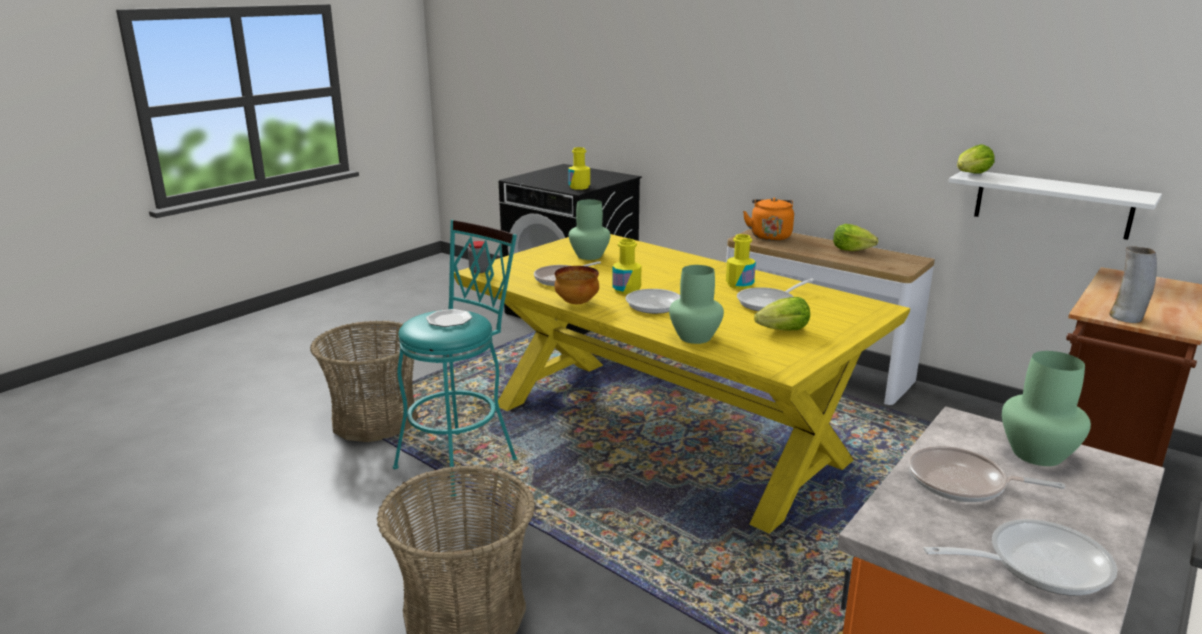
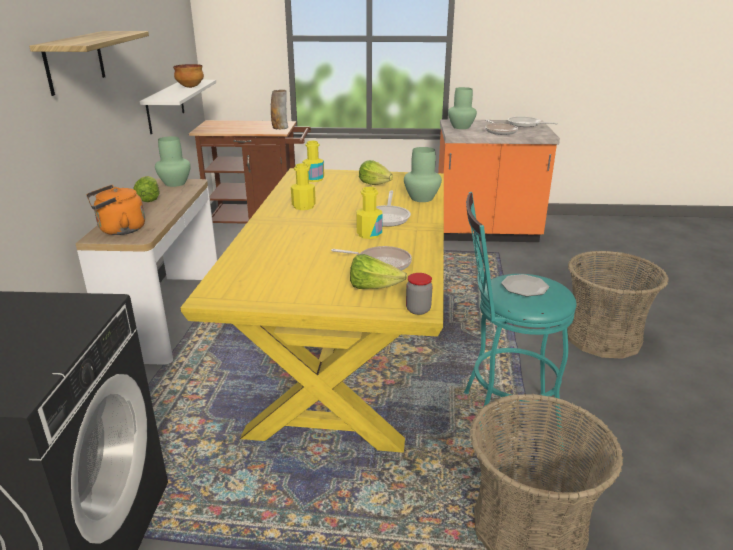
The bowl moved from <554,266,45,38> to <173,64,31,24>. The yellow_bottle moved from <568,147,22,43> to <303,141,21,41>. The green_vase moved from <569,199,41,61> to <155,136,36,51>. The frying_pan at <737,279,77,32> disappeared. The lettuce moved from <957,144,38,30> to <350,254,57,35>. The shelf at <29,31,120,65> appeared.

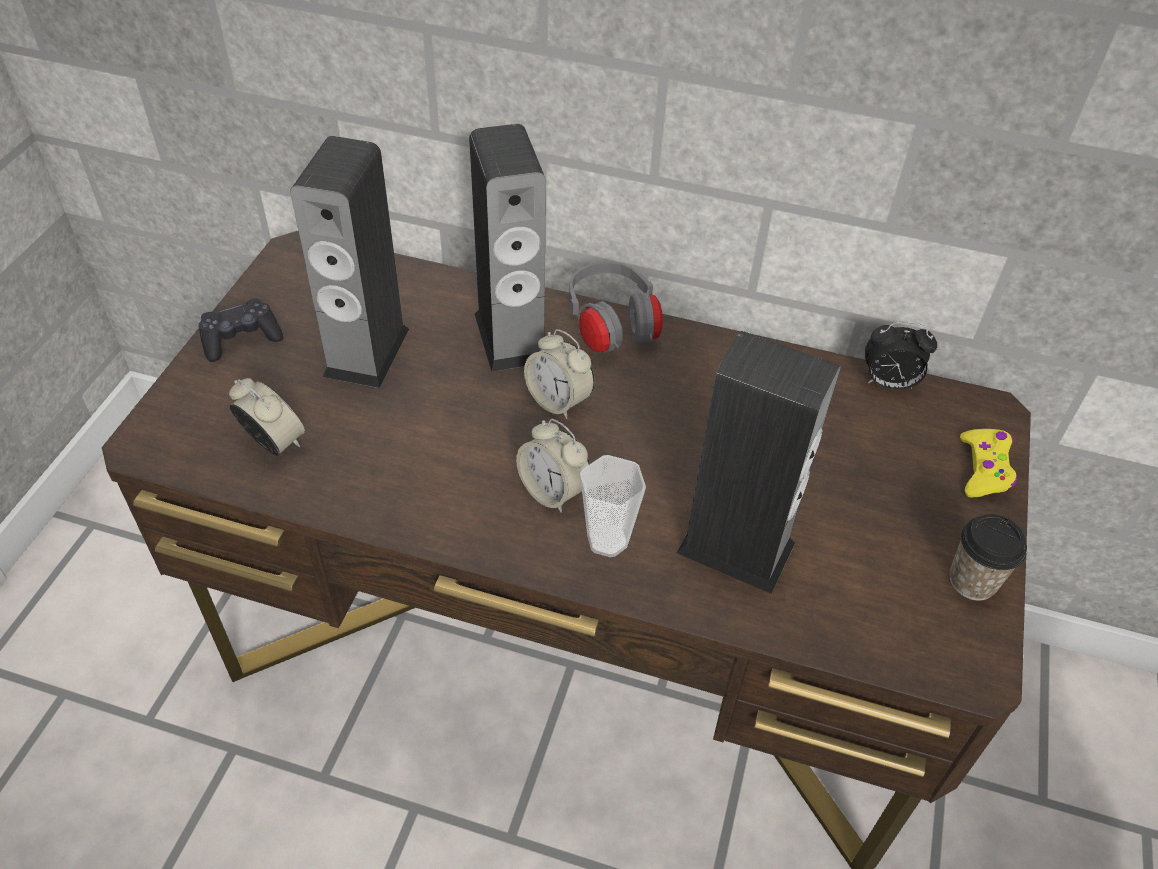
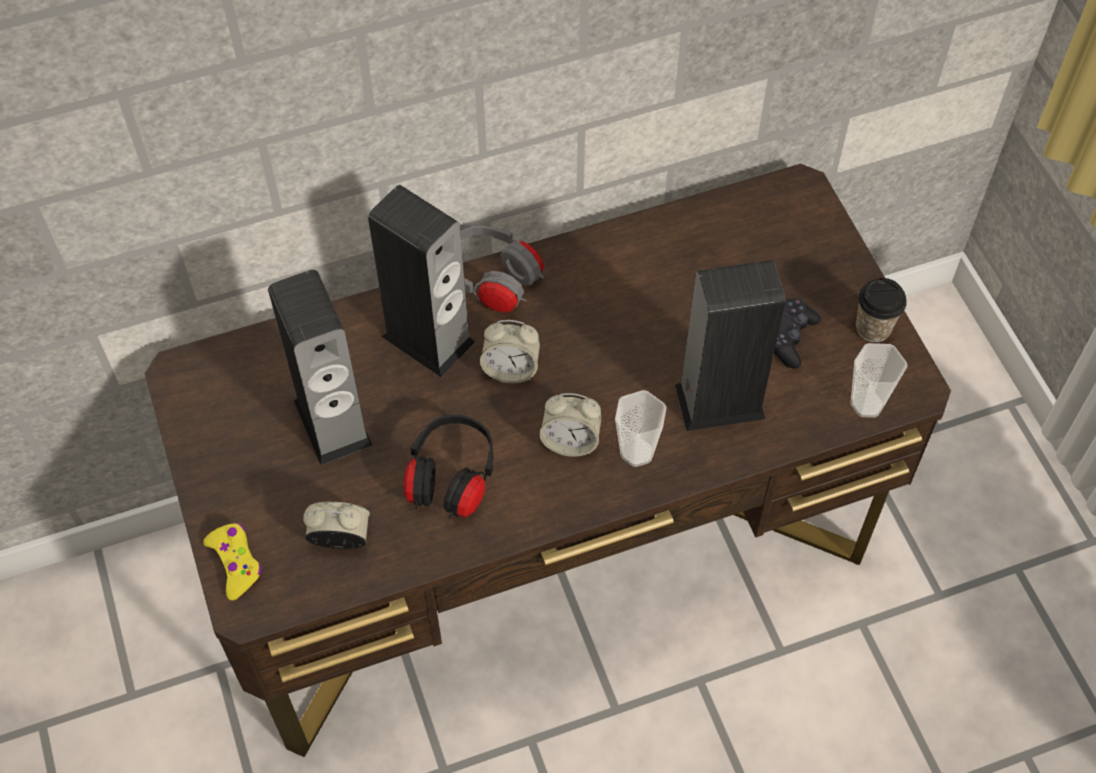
The black_game_controller moved from <198,298,85,64> to <774,298,47,71>. The alarm_clock at <865,322,72,68> disappeared. The yellow_game_controller moved from <960,429,57,69> to <203,523,59,77>. The black_headphones at <403,415,90,103> appeared. The cup at <851,343,56,75> appeared.

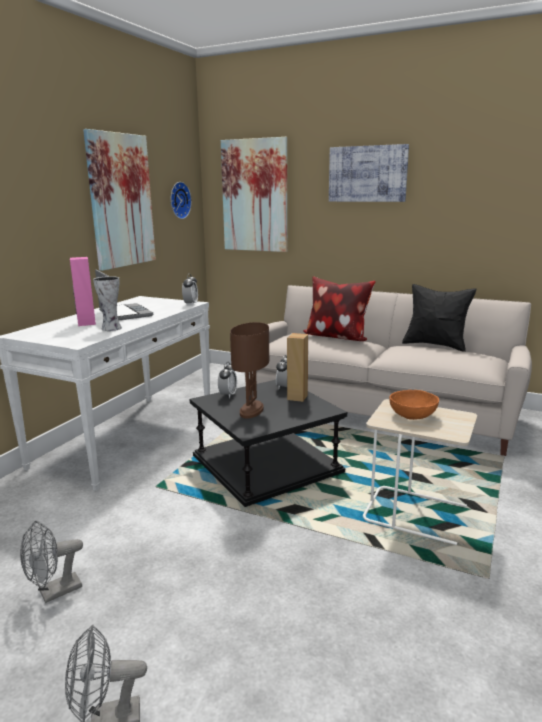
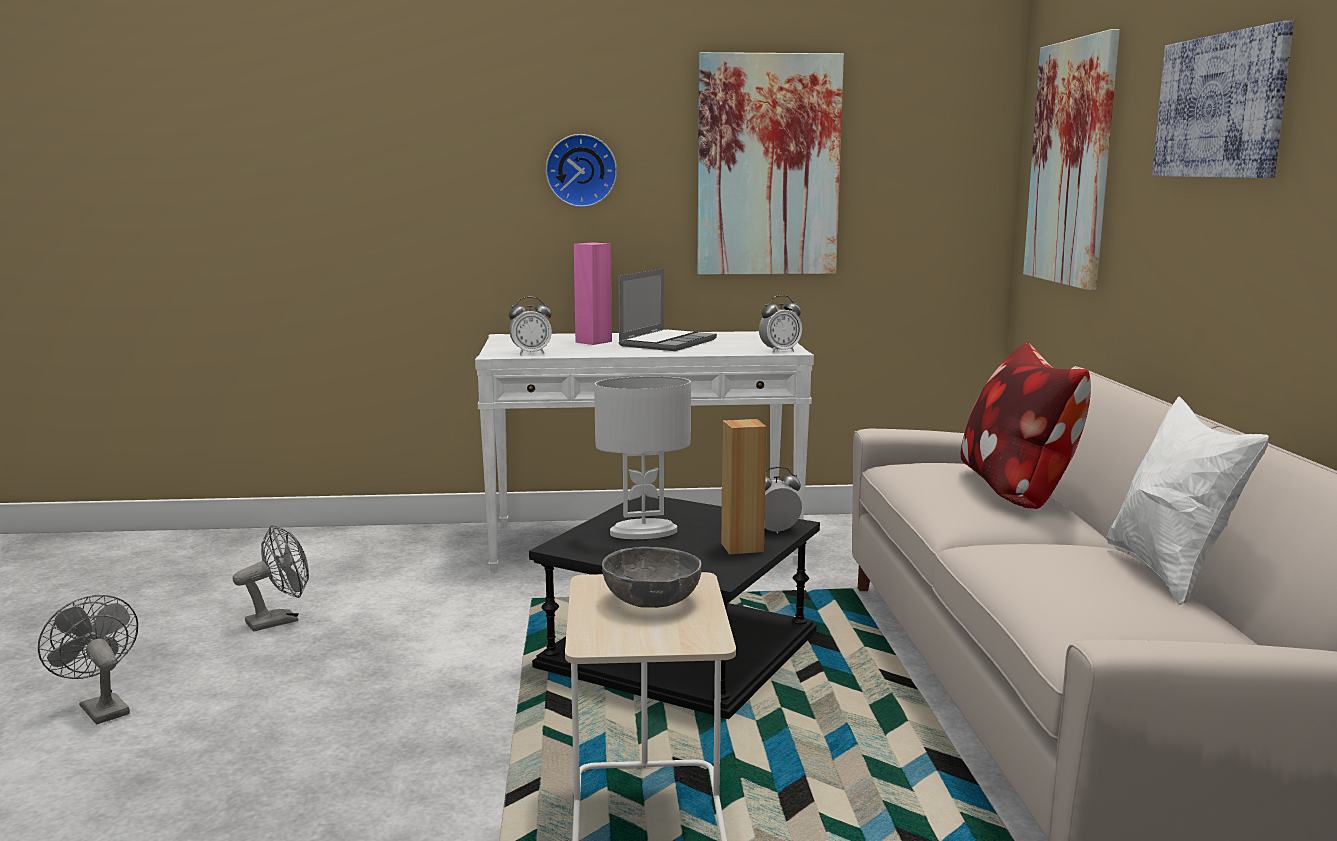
The grey_fan at <20,521,63,82> turned 120 degrees clockwise. The vase at <93,276,29,55> disappeared. The wall_clock moved from <171,182,21,37> to <545,134,72,73>. The alarm_clock moved from <218,362,19,36> to <509,297,43,58>. The brown_table_lamp at <230,322,39,97> became the white_table_lamp at <594,376,97,163>. The orange_bowl at <389,390,50,30> became the grey_bowl at <602,547,99,61>. The black_pillow at <402,284,74,68> became the white_pillow at <1107,397,162,209>.

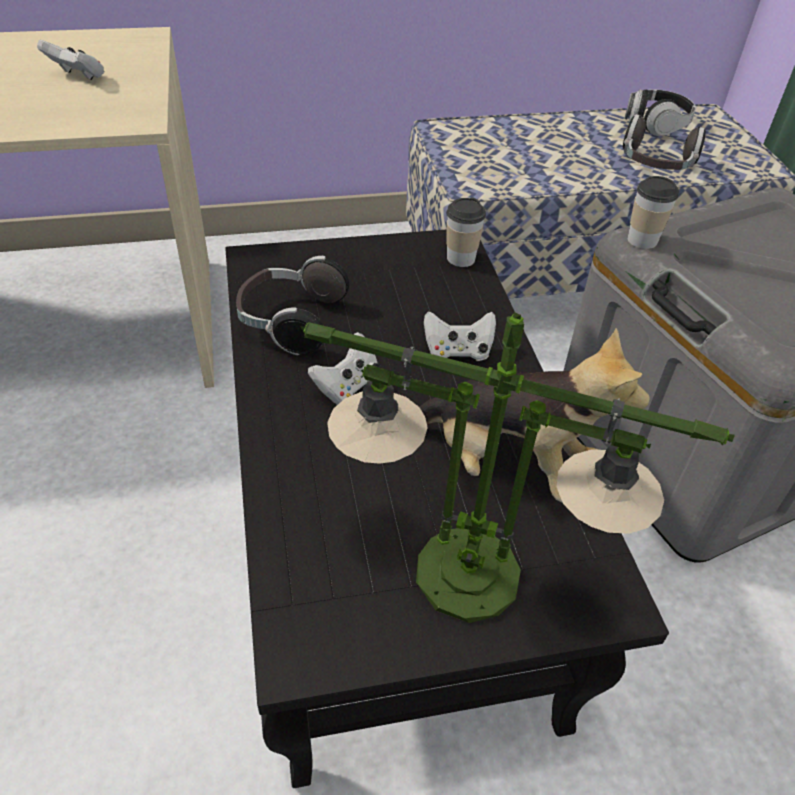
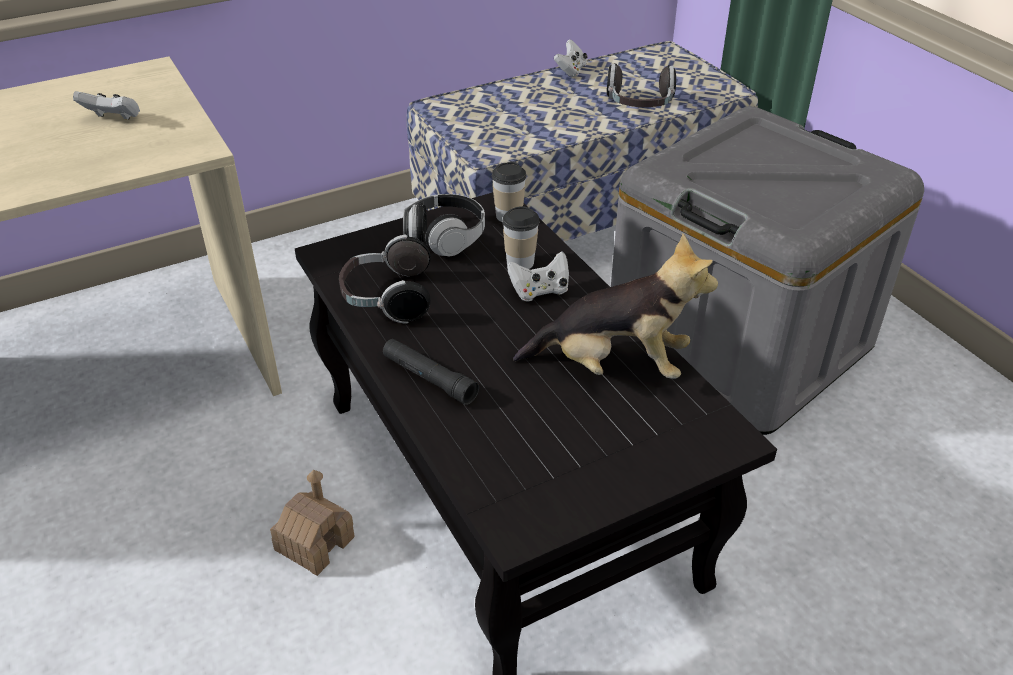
The table_lamp at <300,312,435,311> disappeared. The white_game_controller moved from <308,332,73,73> to <554,39,34,38>. The headphones moved from <624,90,72,46> to <403,194,82,62>. The cup moved from <628,176,51,73> to <502,206,37,63>. The toy_house at <270,470,85,106> appeared. The black_flashlight at <383,339,96,66> appeared.

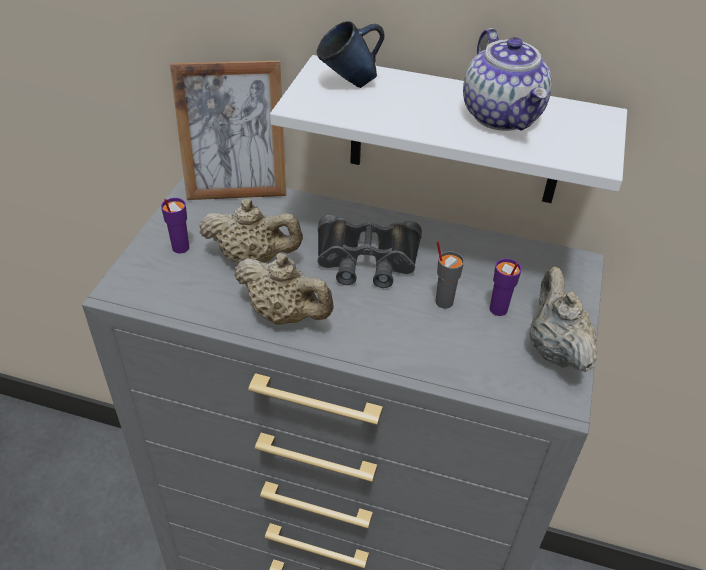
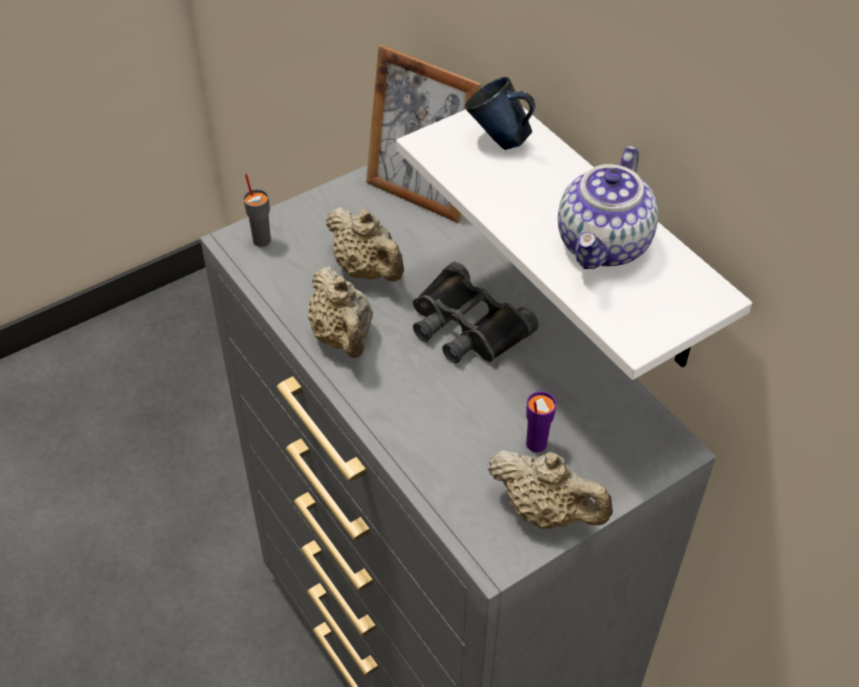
The purple_cup at <161,198,28,56> disappeared. The grey_cup moved from <435,241,29,68> to <243,174,28,73>. The beige_teapot at <530,267,68,105> turned 90 degrees clockwise.

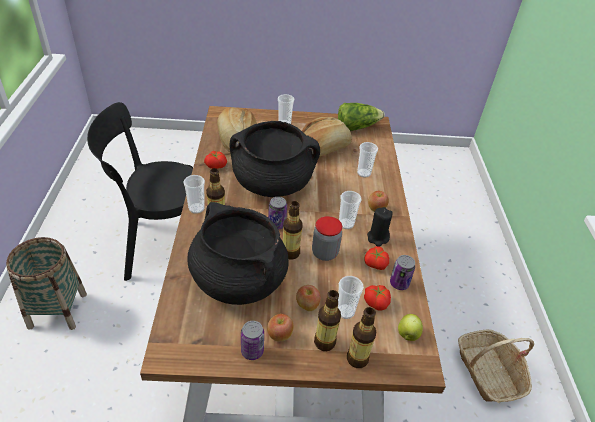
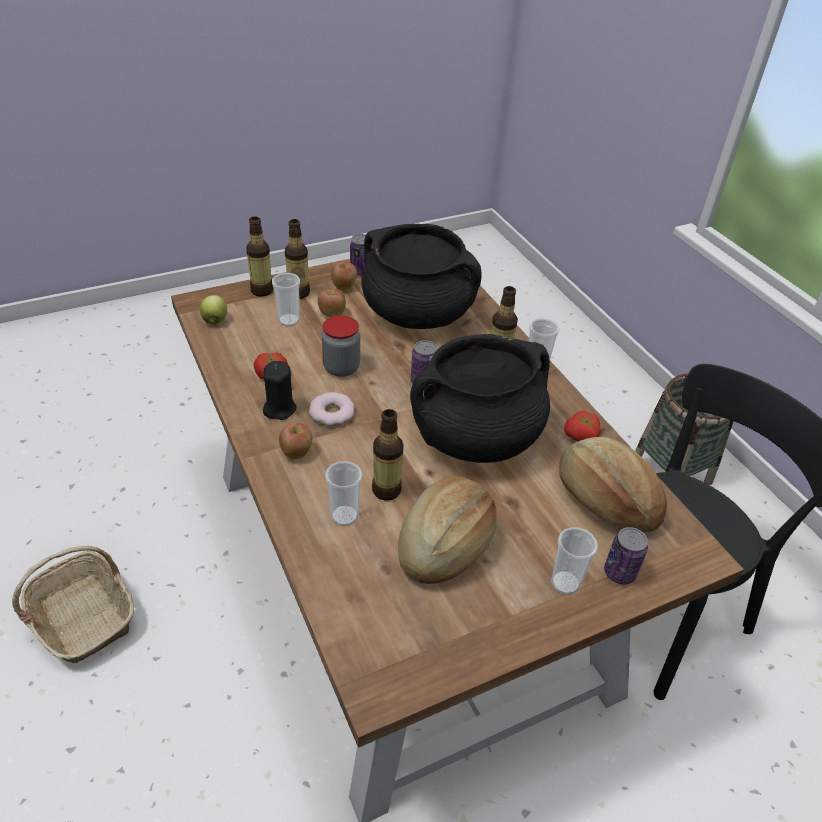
The bottle moved from <283,201,20,59> to <372,409,32,92>. The lettuce at <338,103,47,28> disappeared. The cup at <339,191,23,38> was replaced by the donut at <309,392,45,34>. The tomato at <364,285,27,26> disappeared. The can moved from <390,255,25,35> to <604,527,44,58>.

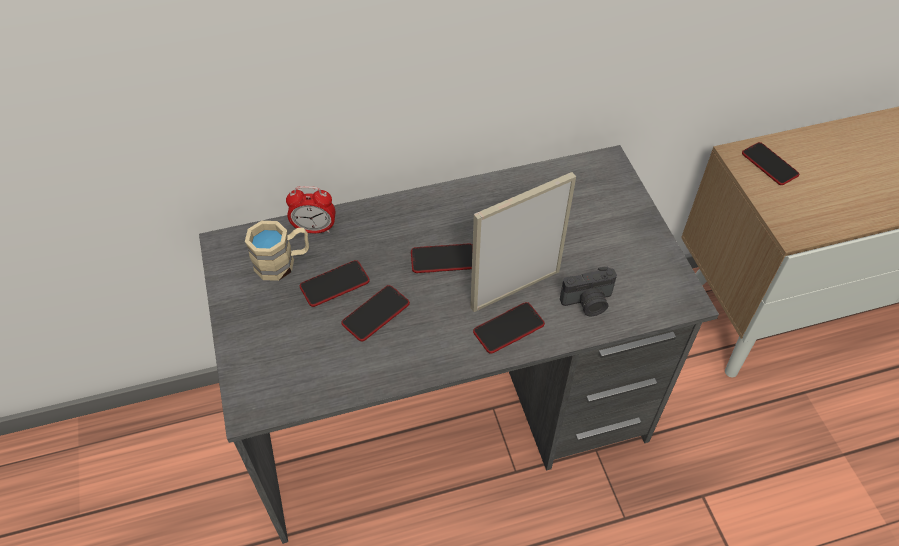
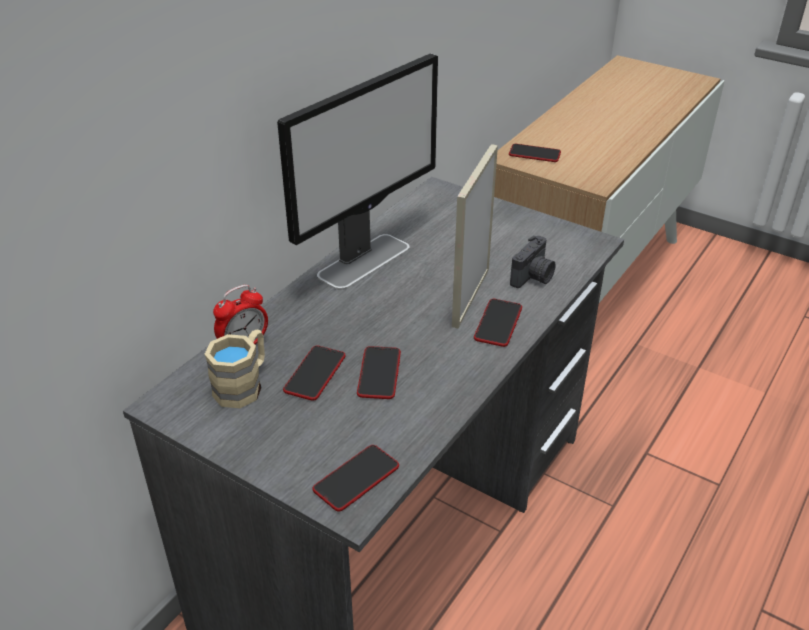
The phone moved from <411,244,62,29> to <313,445,86,66>. The monitor at <277,53,161,236> appeared.

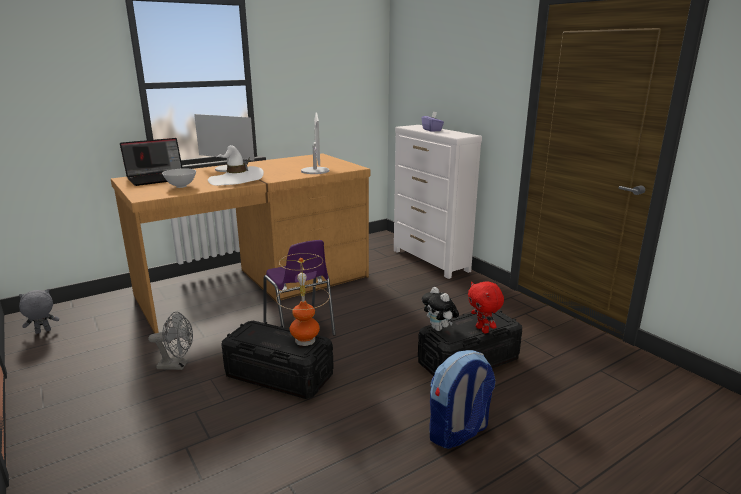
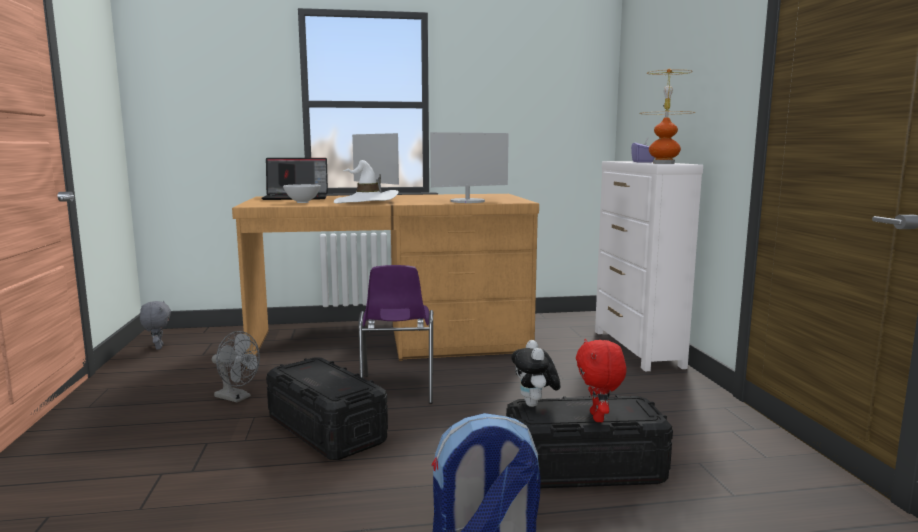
The grey_plush_toy at <19,289,40,45> turned 75 degrees clockwise. The table_lamp moved from <276,253,54,93> to <639,69,56,95>. The monitor at <301,113,28,61> turned 45 degrees clockwise.

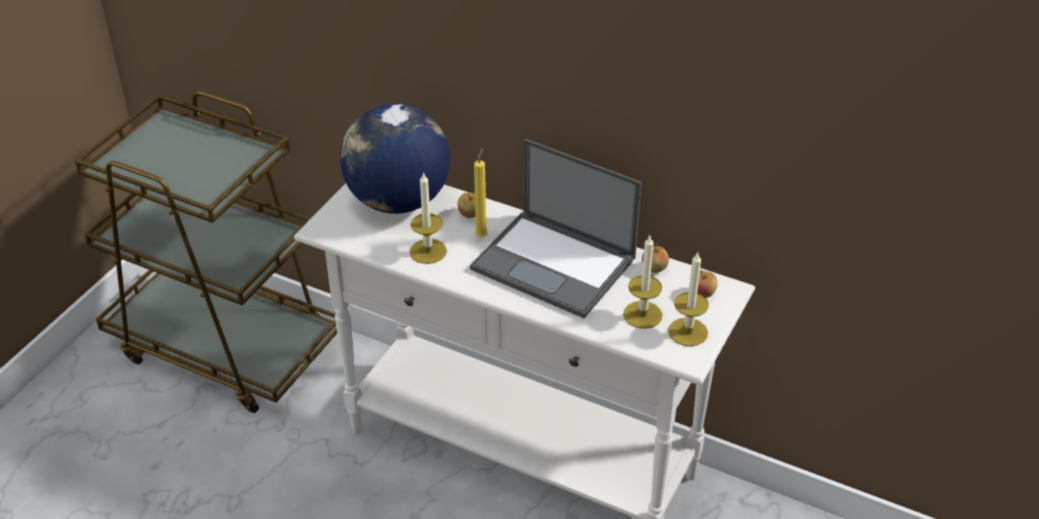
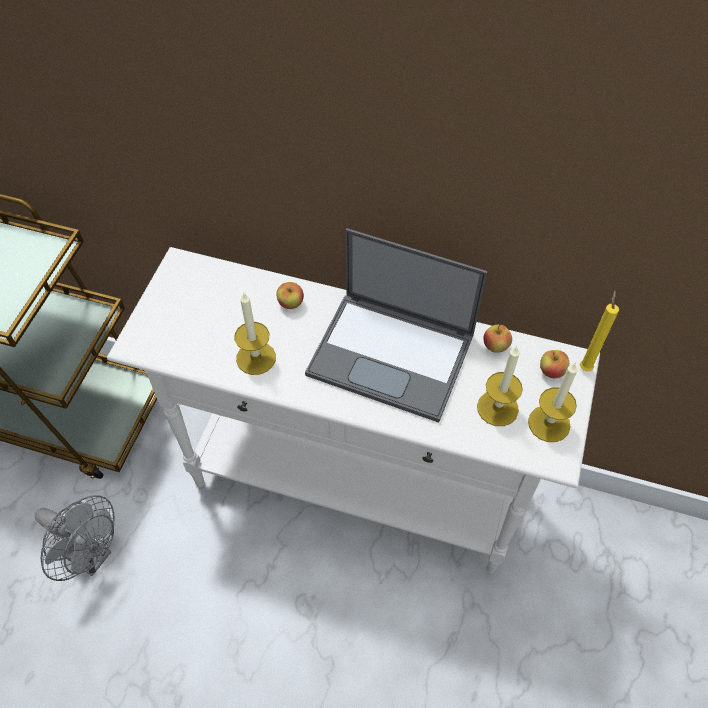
The globe at <340,104,110,110> disappeared. The yellow_candle moved from <474,148,14,89> to <580,291,39,80>. The grey_fan at <35,495,79,86> appeared.

